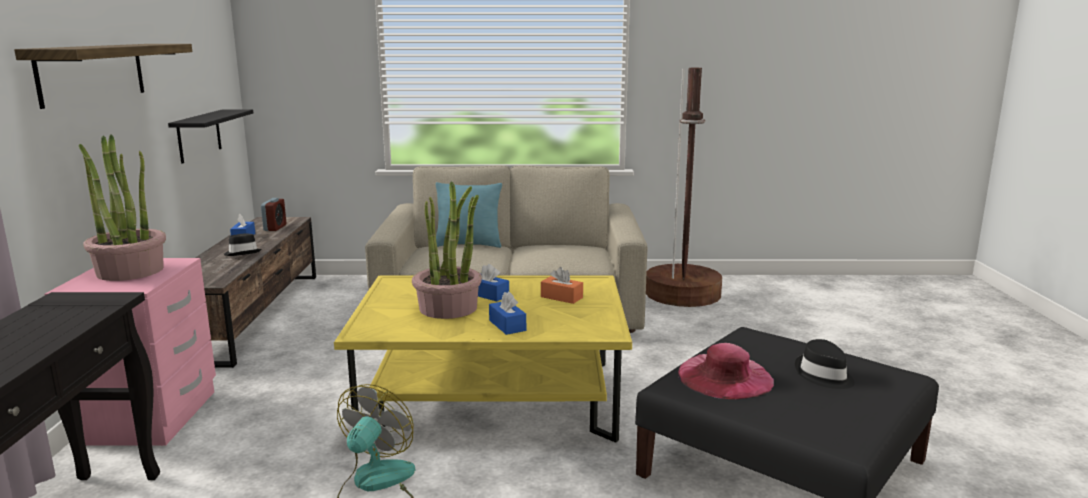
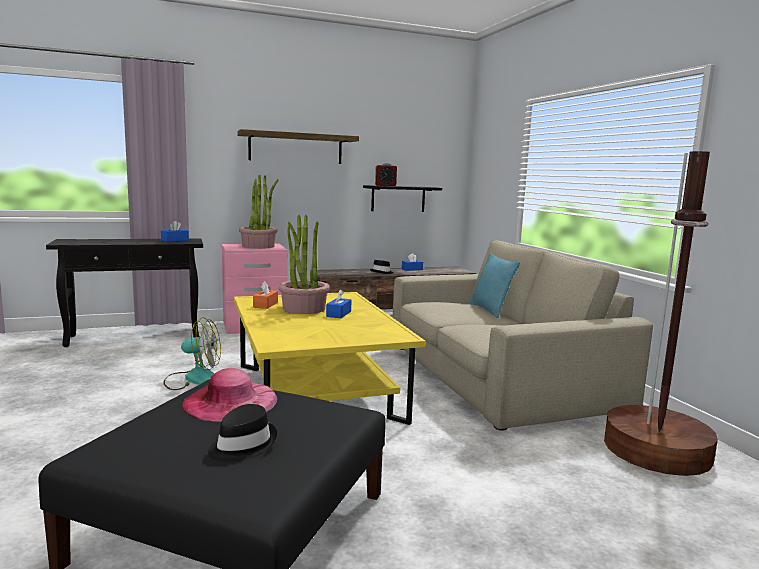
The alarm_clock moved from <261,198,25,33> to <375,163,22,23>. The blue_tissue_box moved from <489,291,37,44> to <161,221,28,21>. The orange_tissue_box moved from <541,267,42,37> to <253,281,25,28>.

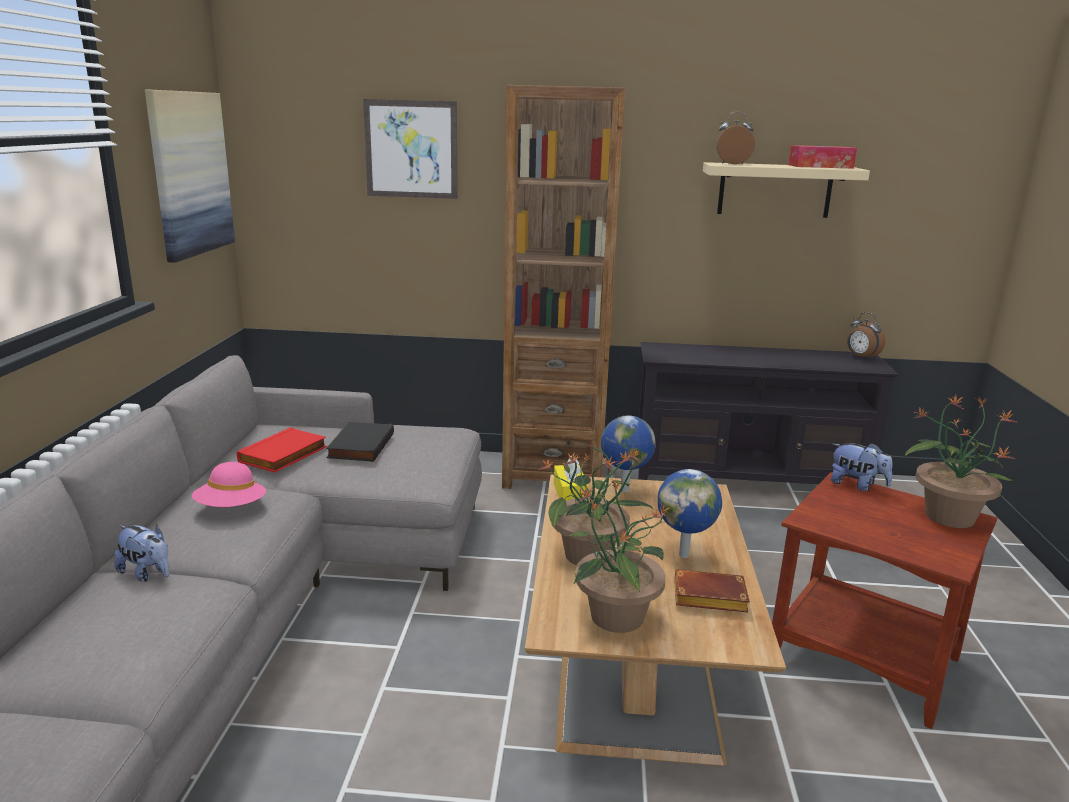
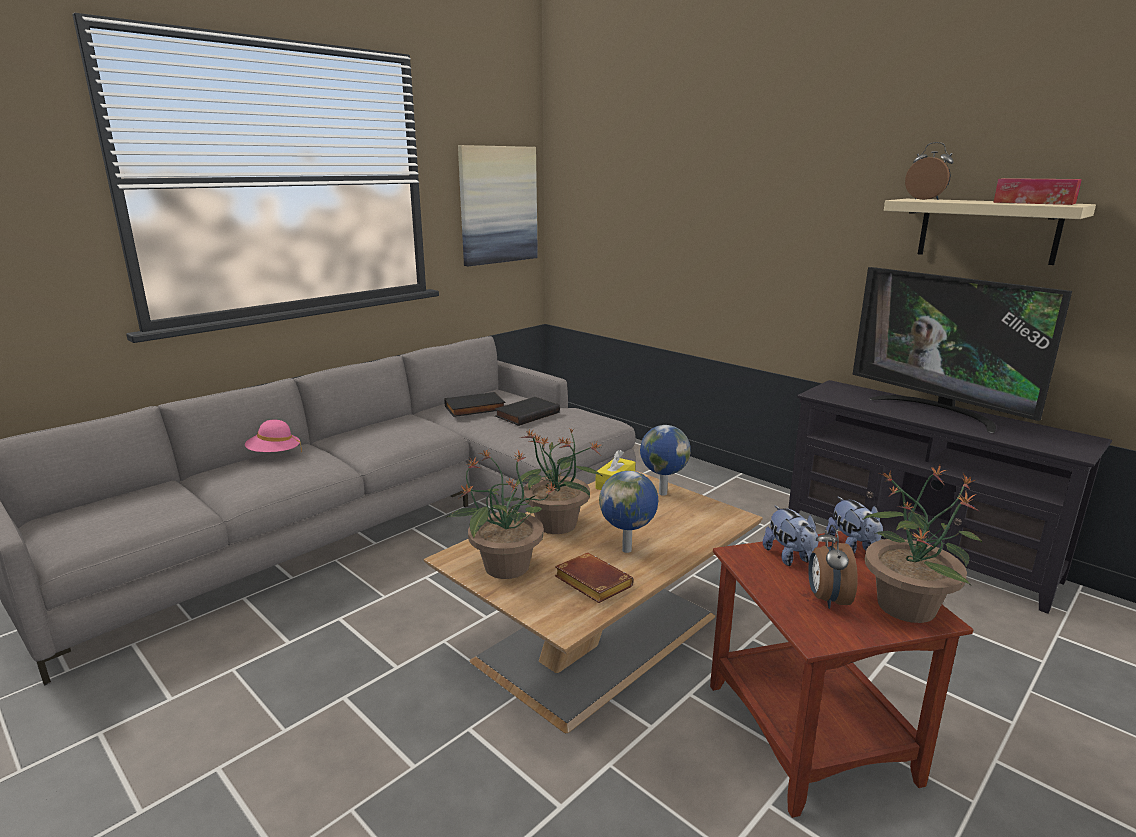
The plush_toy moved from <115,525,55,57> to <763,505,56,61>. The pink_hat moved from <192,462,74,45> to <245,420,57,32>. The red_book at <237,427,90,46> became the black_book at <444,392,62,25>. The picture at <363,99,95,100> disappeared. The brown_bookcase at <502,85,123,404> disappeared. The alarm_clock moved from <847,312,38,48> to <808,525,50,84>. The television at <852,267,220,166> appeared.

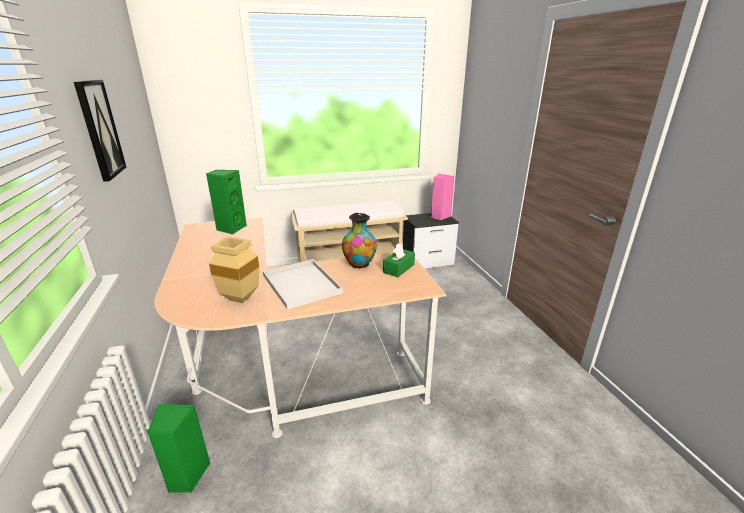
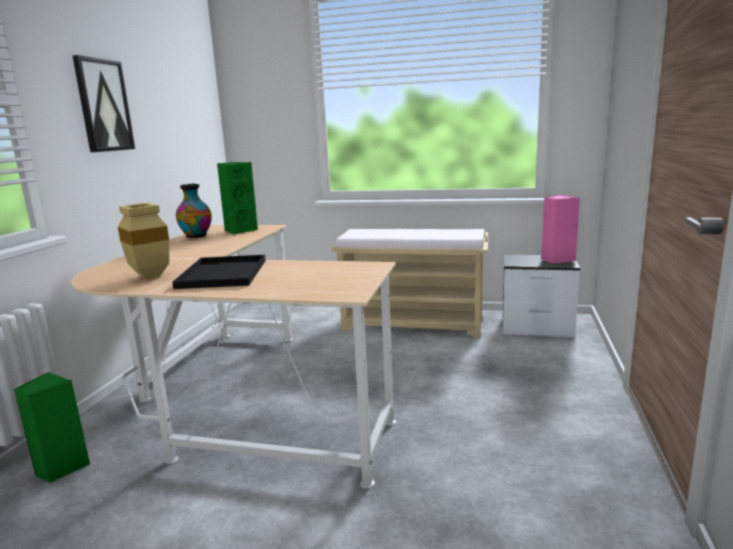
The white_tray at <263,259,80,51> became the black_tray at <172,255,94,34>. The vase moved from <342,212,35,56> to <176,183,36,55>. The green_tissue_box at <383,243,32,34> disappeared.

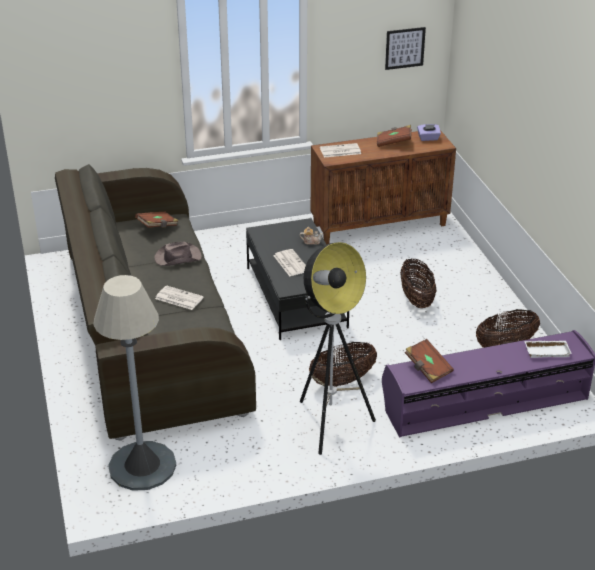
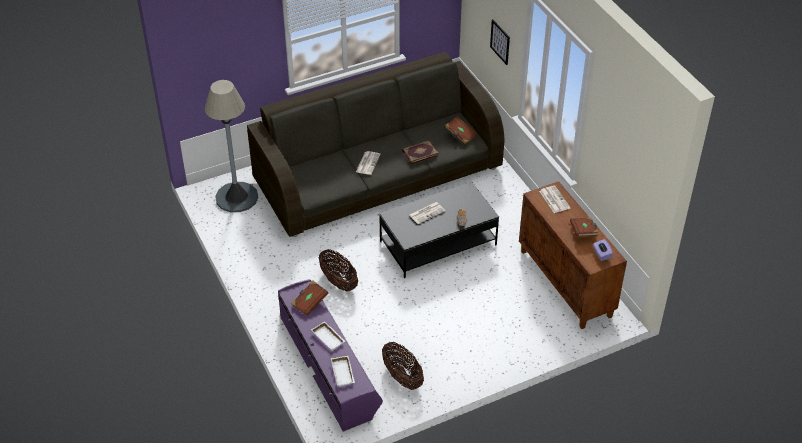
The brown_hat at <154,242,48,24> was replaced by the book at <402,141,37,23>. The floor_lamp at <300,242,76,213> disappeared. The picture moved from <385,27,41,43> to <490,19,20,46>. The basket at <400,259,37,49> disappeared. The white_tray at <311,321,34,30> appeared.

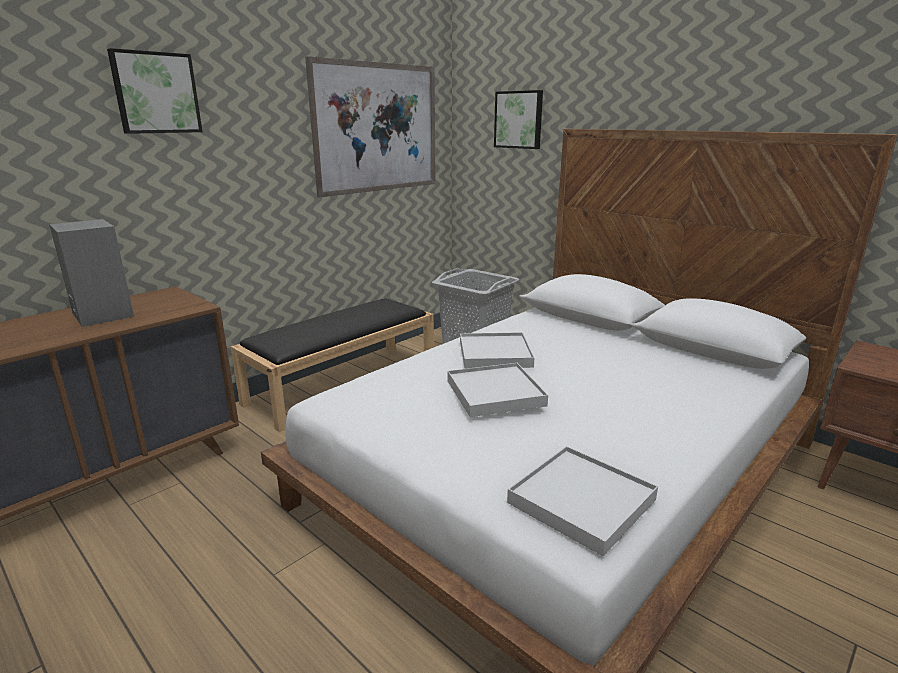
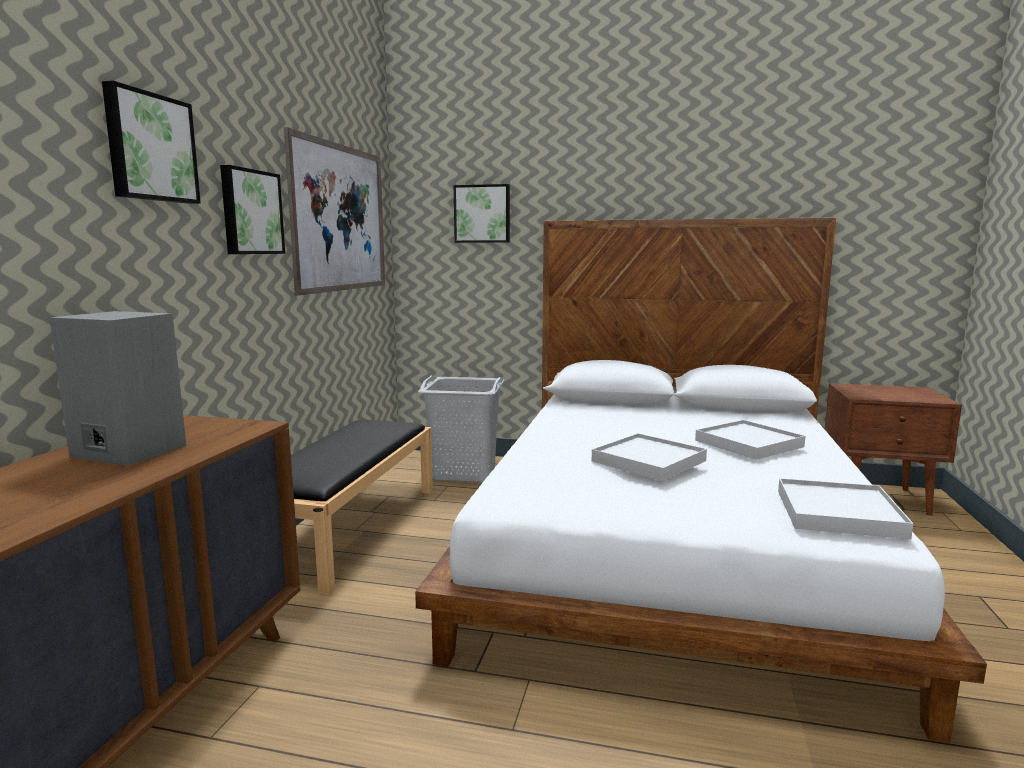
The white_tray moved from <460,332,74,37> to <695,420,110,40>. The picture at <220,165,65,89> appeared.

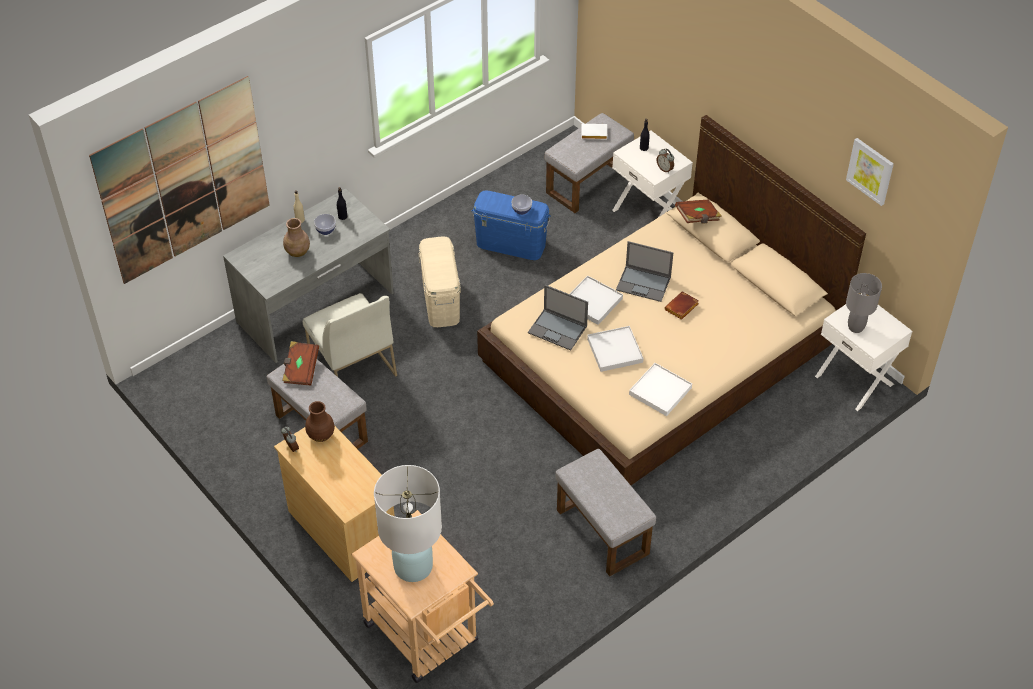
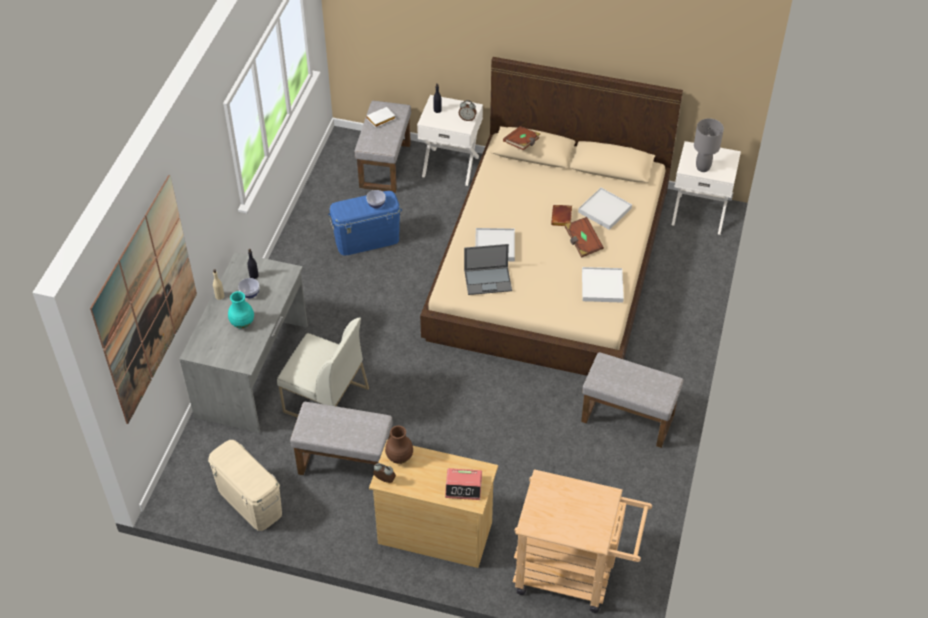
The brown_book moved from <282,341,37,45> to <565,217,39,41>. The brown_vase at <283,218,27,39> became the turquoise_vase at <228,291,26,37>. The white_table_lamp at <374,465,68,117> disappeared. The beige_storage_box moved from <418,237,43,90> to <208,440,74,91>. The white_tray moved from <587,326,57,46> to <578,188,54,42>. The laptop at <616,241,58,61> disappeared. The picture at <846,138,48,68> disappeared. The alarm_clock at <445,468,37,32> appeared.

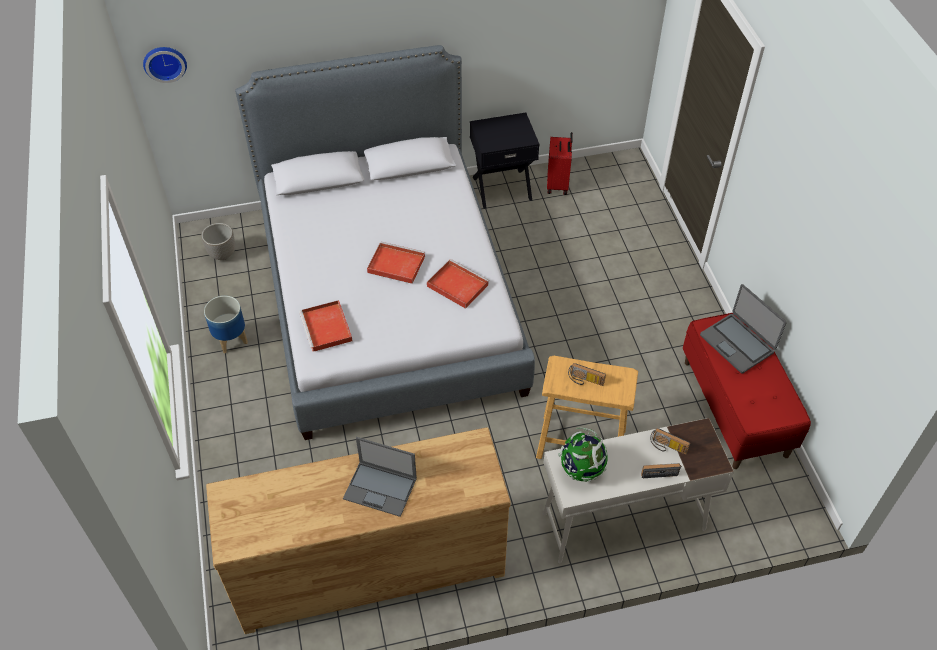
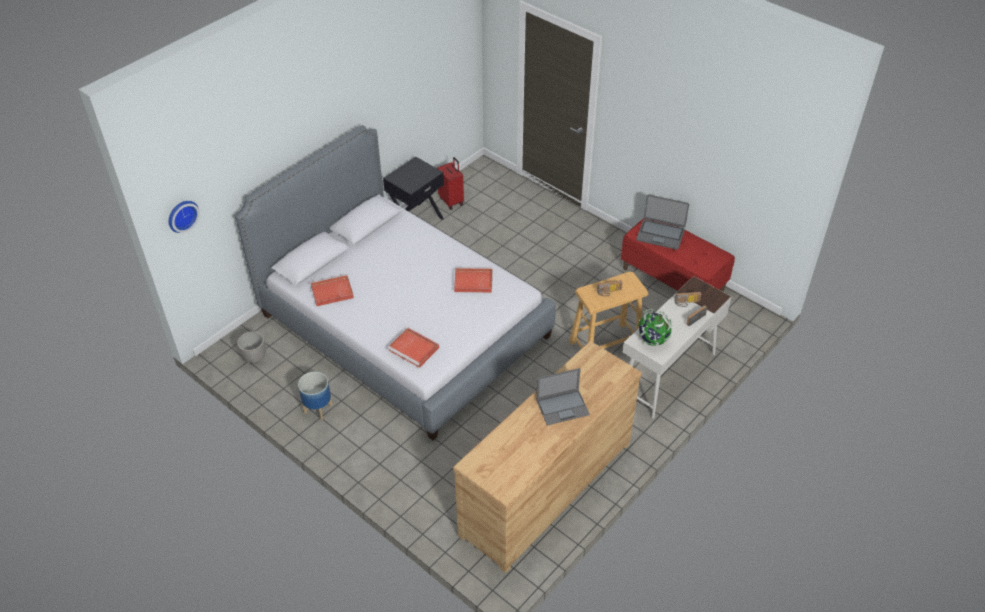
The red_tray moved from <367,242,58,42> to <311,274,43,32>.

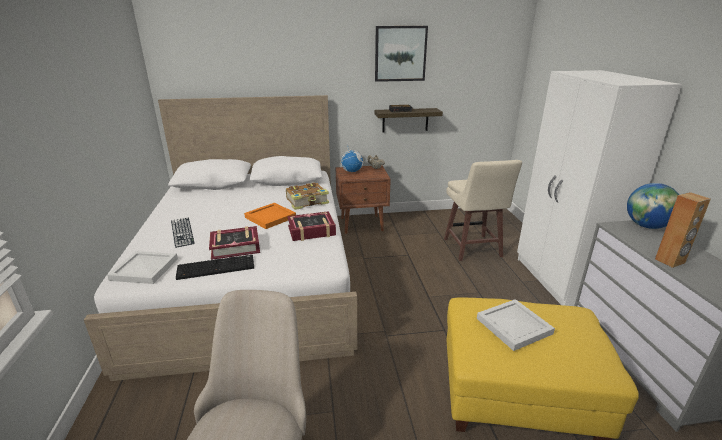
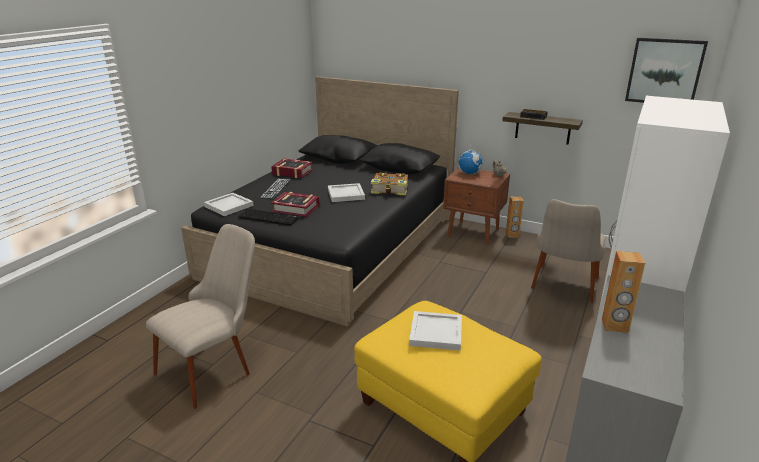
The white_bed at <84,95,273,286> became the black_bed at <181,76,278,251>. The orange_tray at <244,203,52,26> became the white_tray at <328,183,37,19>. The book moved from <287,211,49,30> to <271,158,42,20>. The picture moved from <375,26,53,56> to <625,38,83,65>. The beige_stool at <444,160,78,101> was replaced by the beige_chair at <531,199,75,103>. The globe at <627,183,52,46> disappeared. The brown_speaker at <506,196,18,42> appeared.

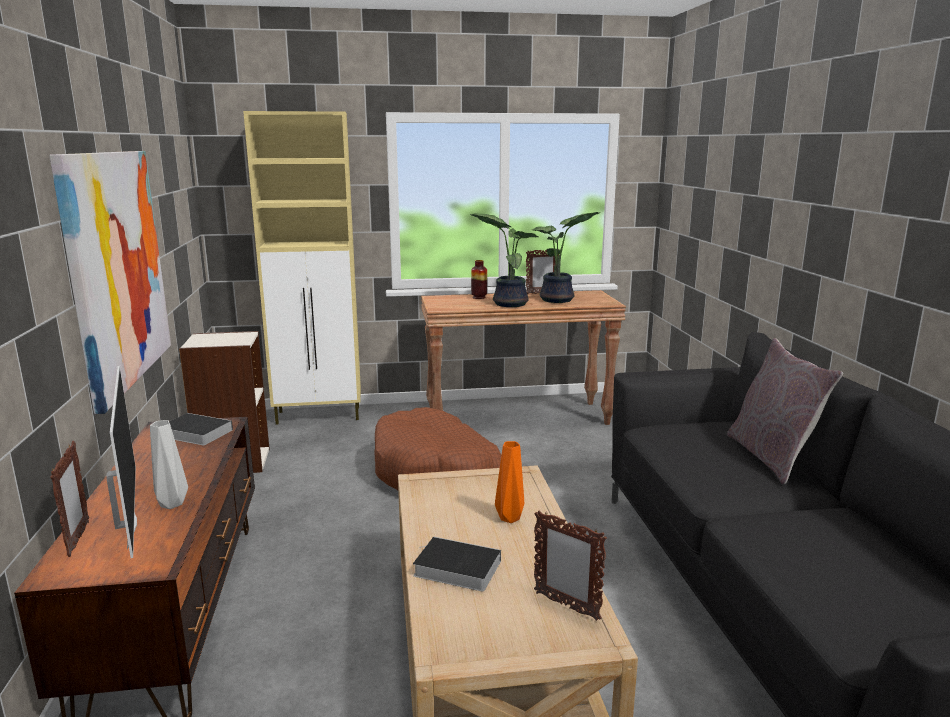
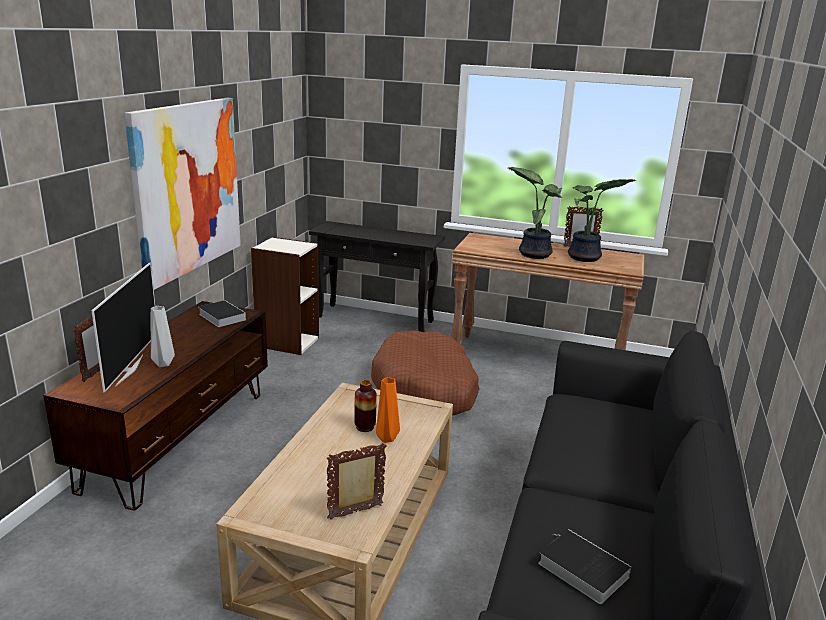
The beige_cabinet at <243,111,118,313> was replaced by the black_console_table at <309,221,136,111>. The book moved from <413,537,88,55> to <538,529,94,75>. The vase moved from <471,260,16,39> to <354,380,23,52>. The picture_frame at <534,510,73,111> turned 90 degrees clockwise. The grey_pillow at <727,338,116,146> disappeared.

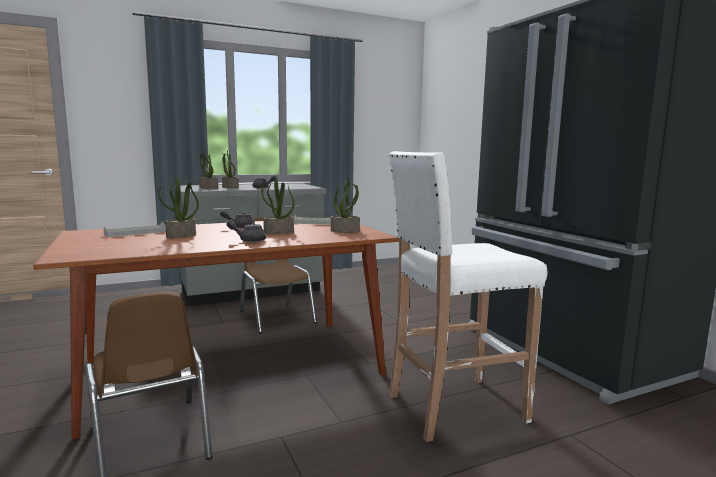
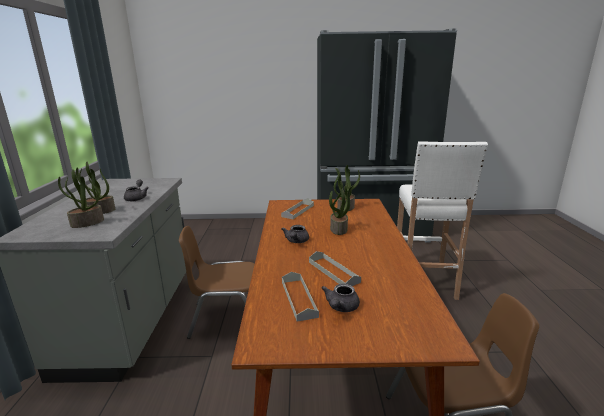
The potted_plant at <159,177,40,61> was replaced by the grey_tray at <309,251,52,35>. The grey_teapot moved from <226,220,40,22> to <321,284,39,28>.

